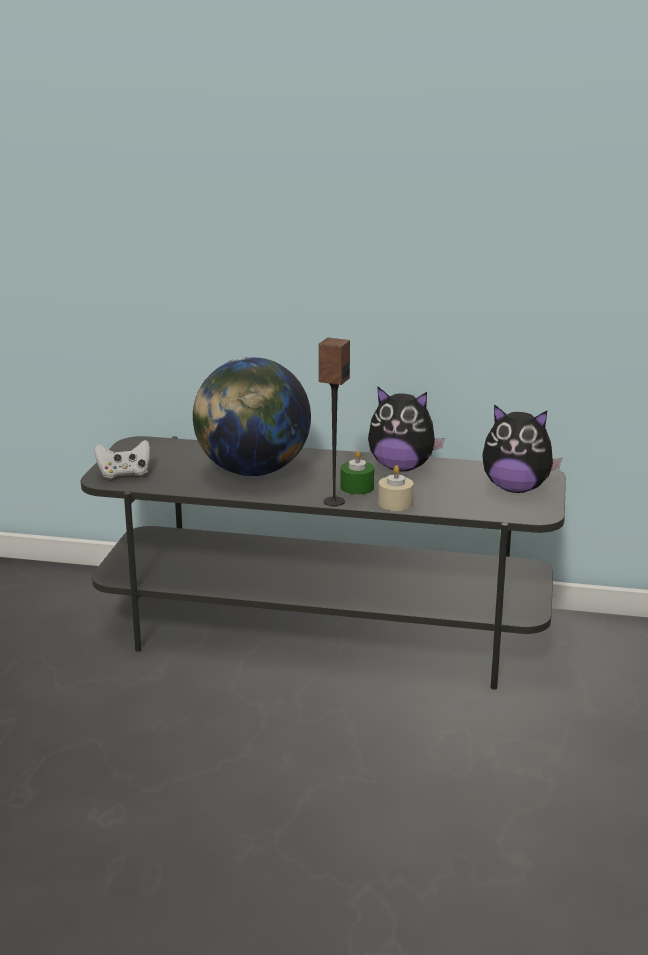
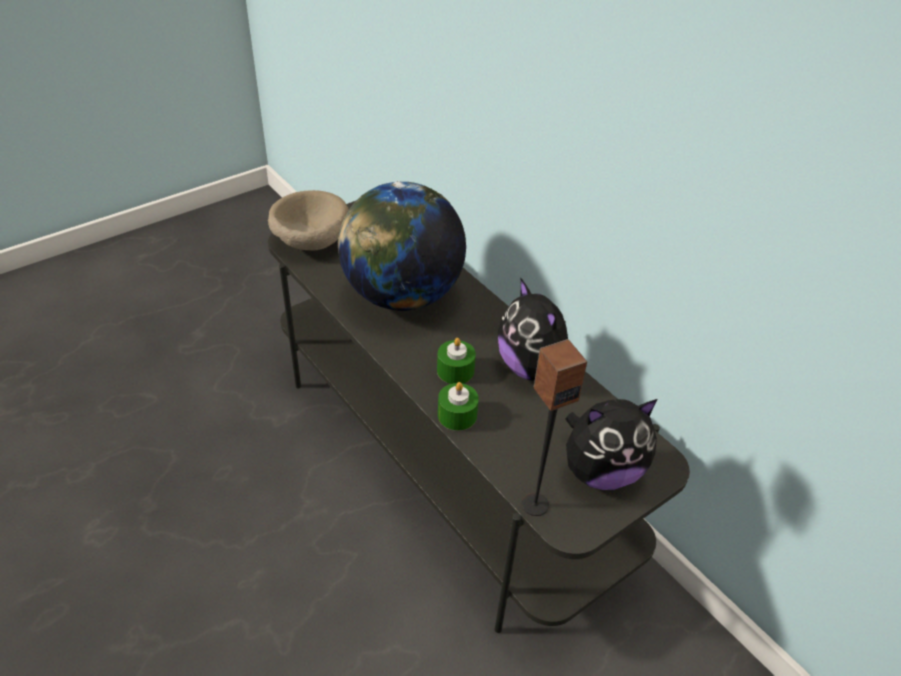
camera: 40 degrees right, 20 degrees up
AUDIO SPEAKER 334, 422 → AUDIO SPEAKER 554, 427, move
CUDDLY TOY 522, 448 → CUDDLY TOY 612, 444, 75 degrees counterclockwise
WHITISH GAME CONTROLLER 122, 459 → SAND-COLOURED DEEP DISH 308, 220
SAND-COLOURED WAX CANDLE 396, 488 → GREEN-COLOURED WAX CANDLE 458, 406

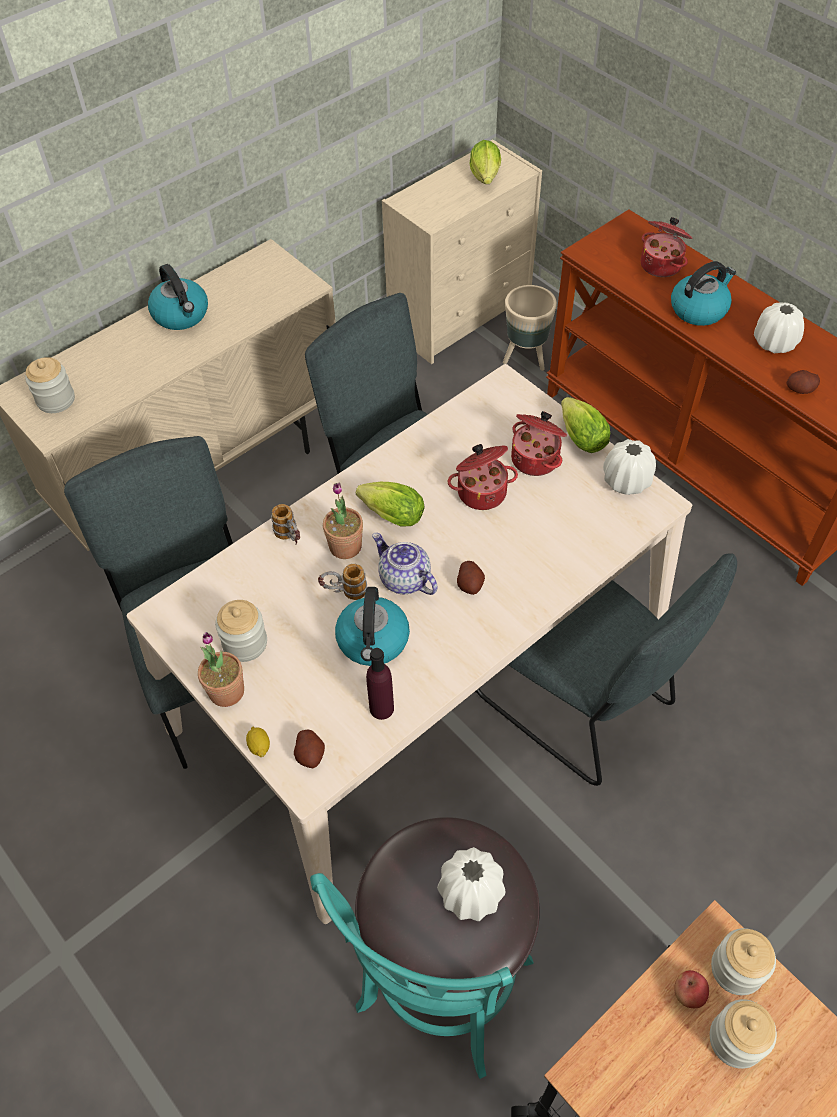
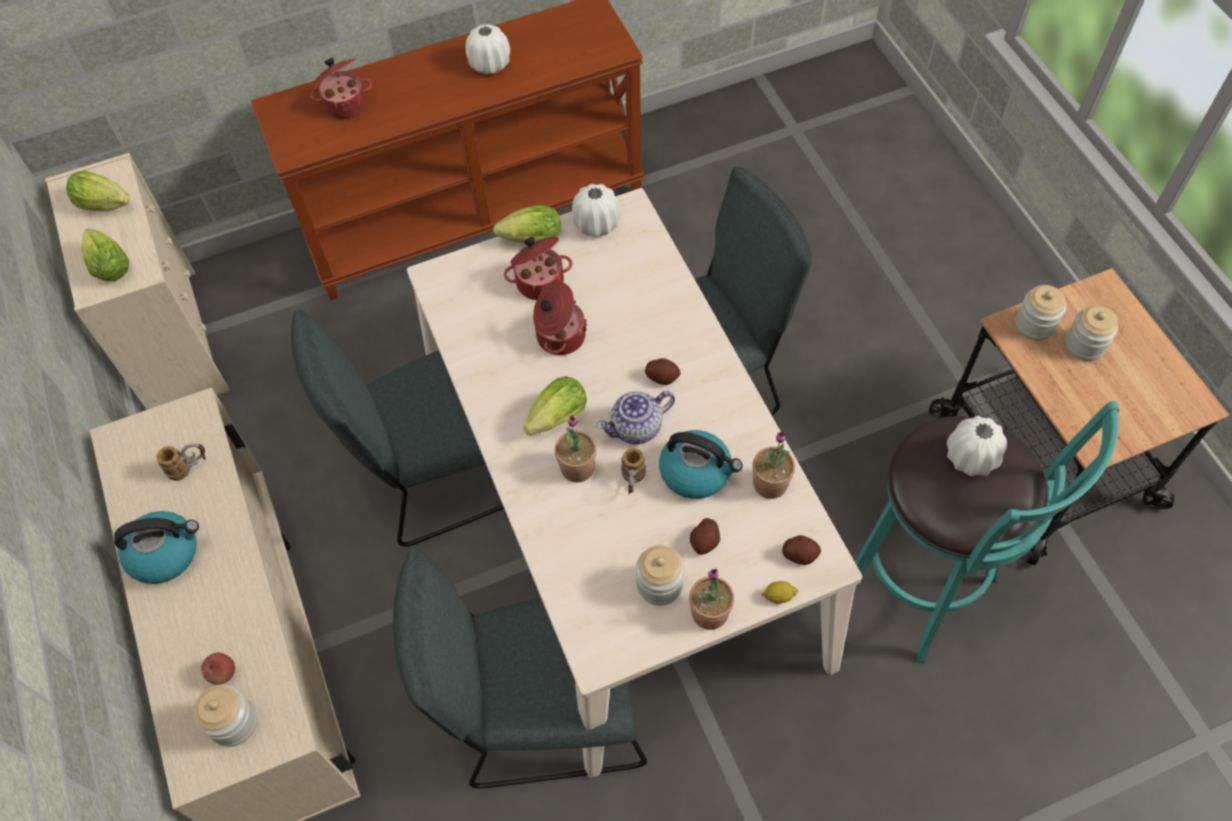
camera: 70 degrees left, 5 degrees up
KETTLE 703, 293 → -
SAND-COLOURED PLANT POT 530, 328 → -
SPUD 803, 382 → SPUD 705, 536, move
MUG 285, 524 → MUG 181, 462, move
PURPLE BEVERAGE BOTTLE 380, 684 → HOUSEPLANT 773, 465
WHOLE APPLE 691, 989 → WHOLE APPLE 218, 669, move
- → HEAD OF LETTUCE 105, 255

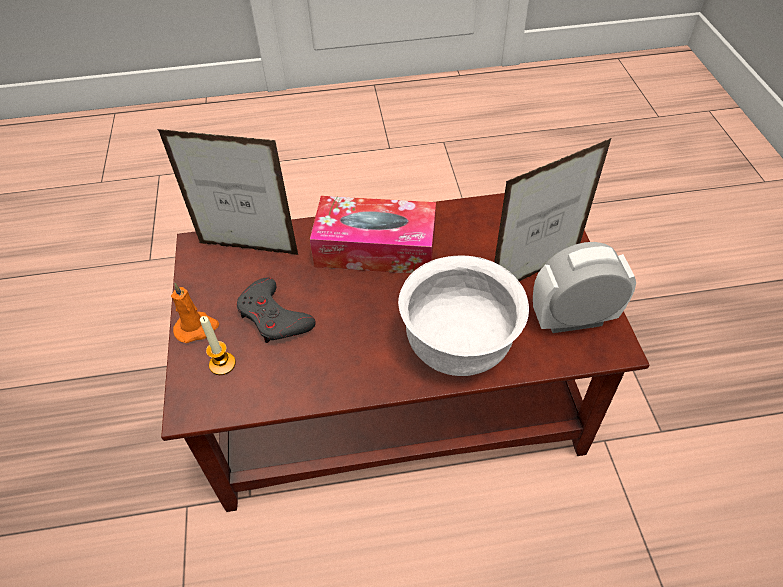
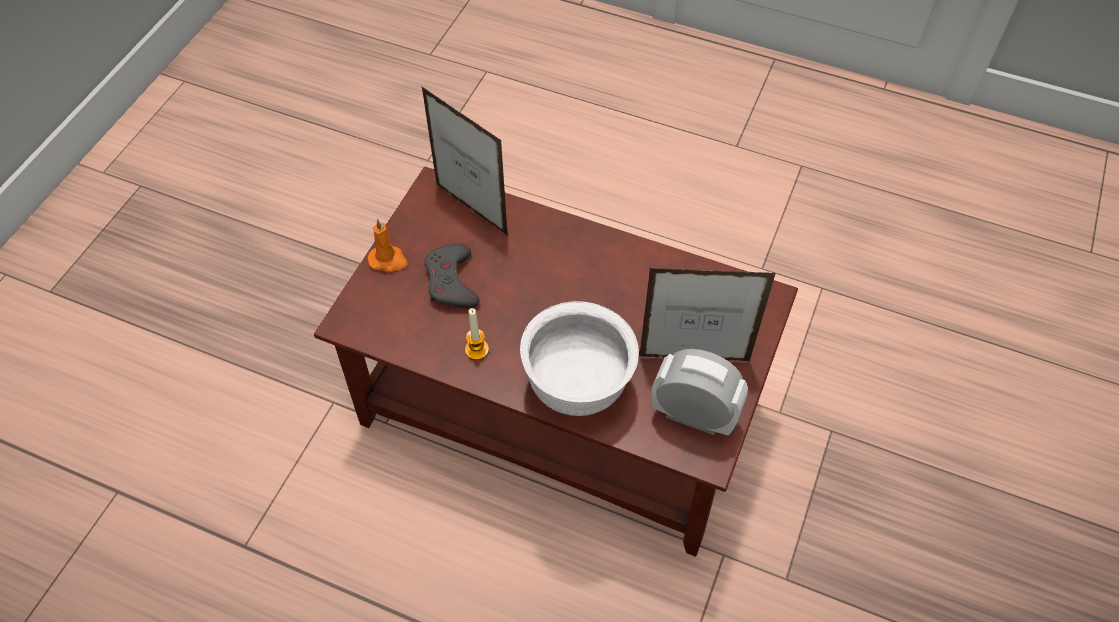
camera: 30 degrees right, 5 degrees up
TISSUE BOX 373, 235 → -
WAX CANDLE 218, 345 → WAX CANDLE 477, 334, move

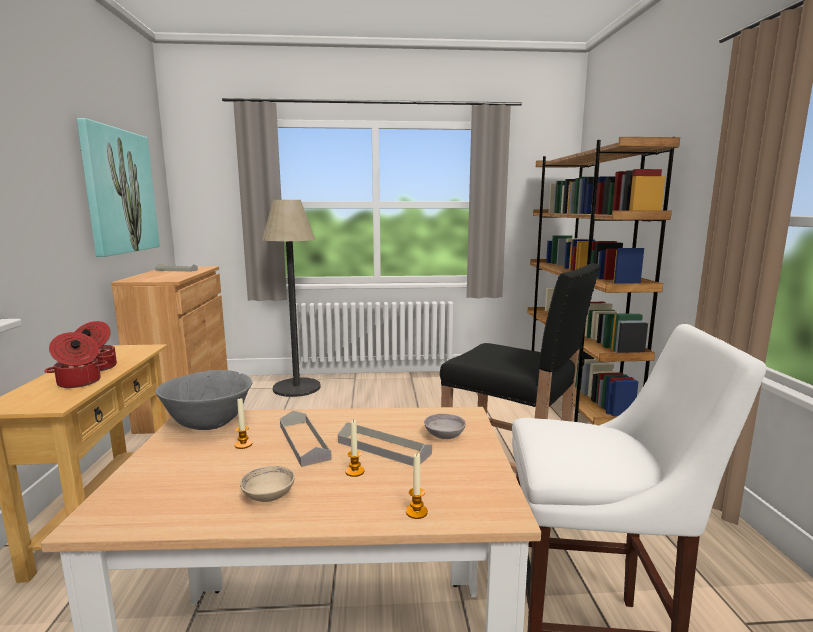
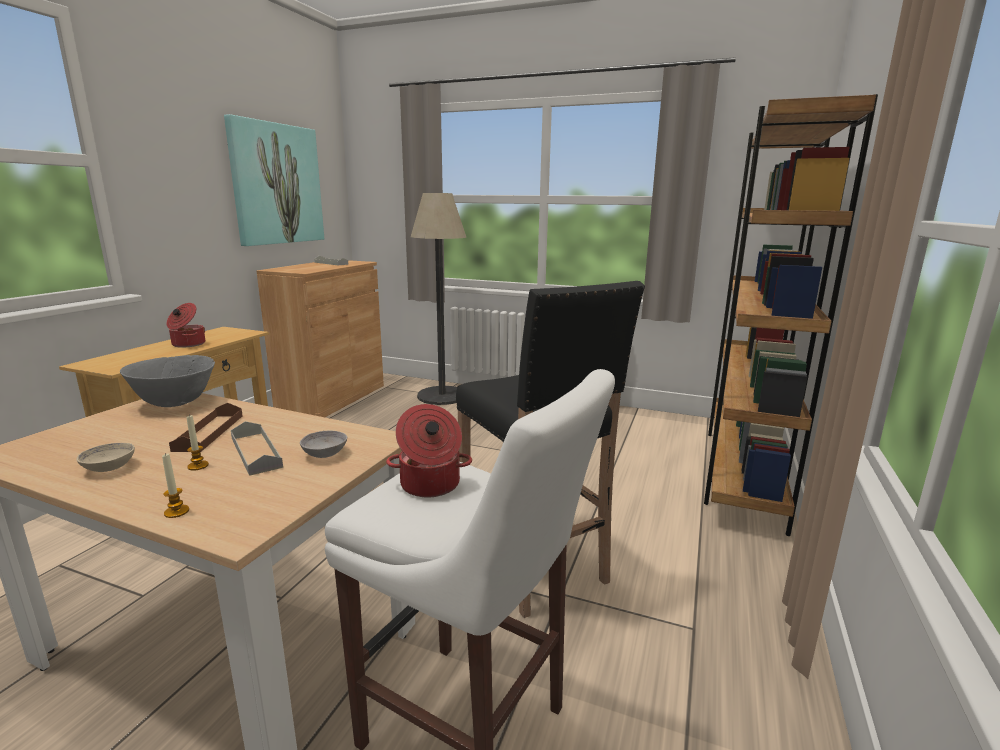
camera: 25 degrees right, 5 degrees up
SAUCEPOT 76, 360 → SAUCEPOT 429, 450, move
WAX CANDLE 243, 423 → -
GREYISH TRAY 306, 439 → BROWNISH TRAY 206, 427

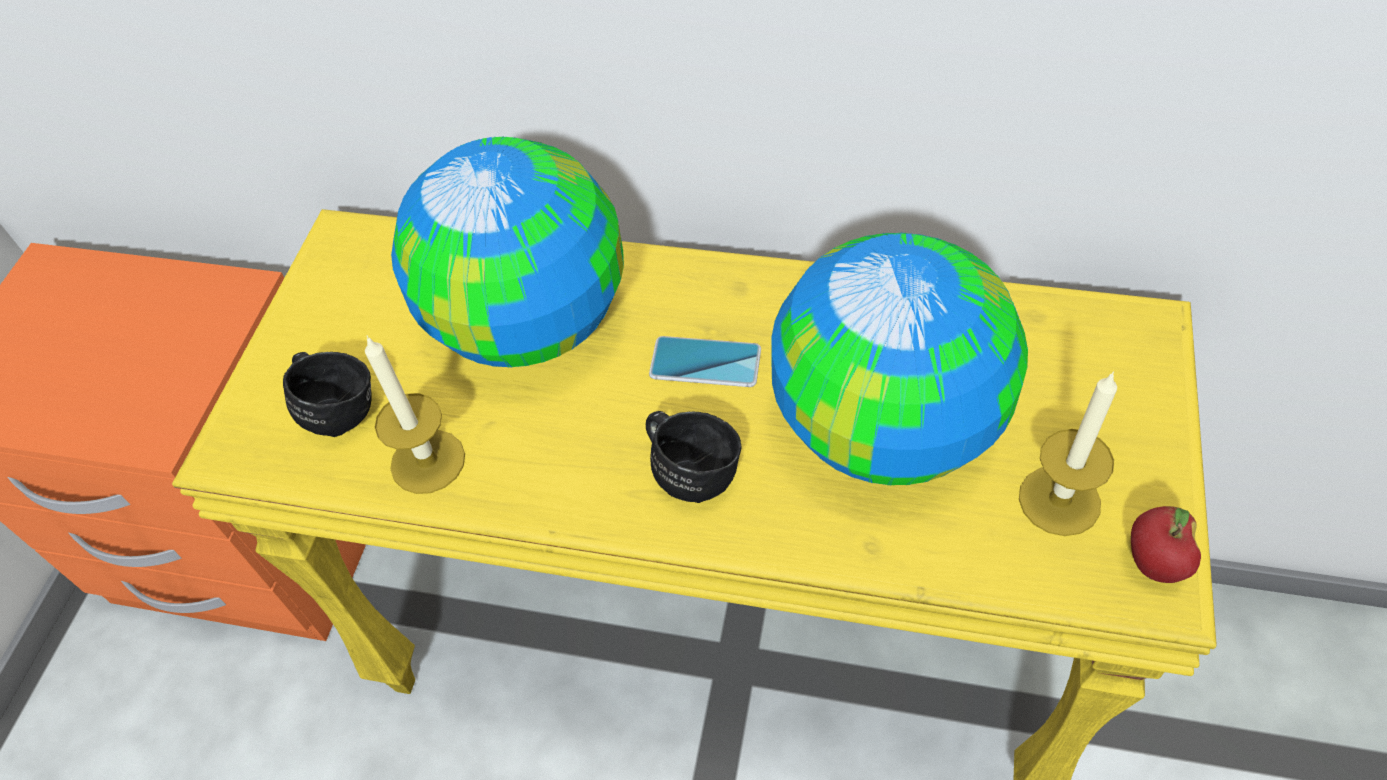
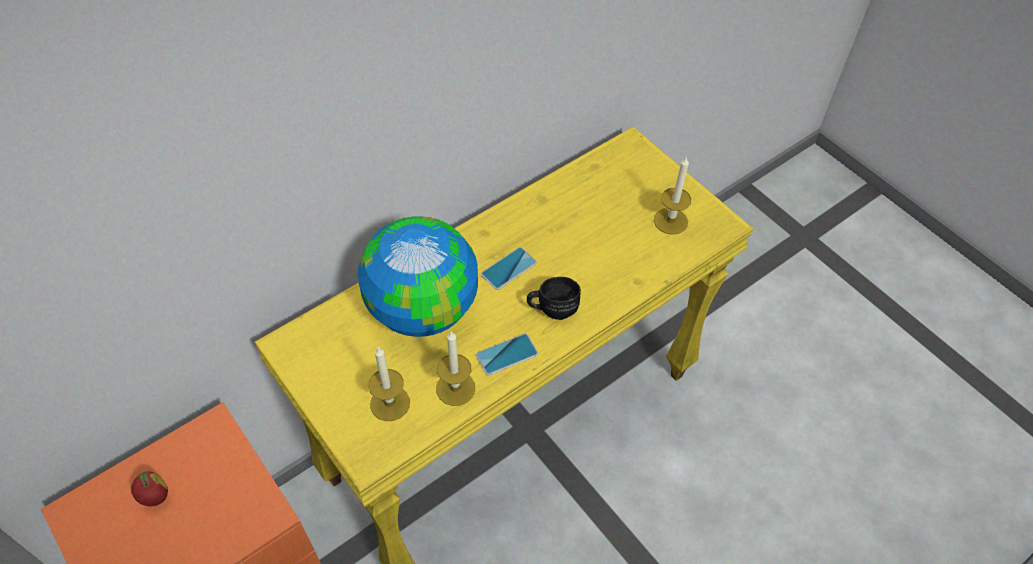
camera: 55 degrees left, 0 degrees up
GLOBE 899, 359 → -
BLACK-COLOURED MUG 327, 394 → WAX CANDLE 389, 384
WHOLE APPLE 1166, 544 → WHOLE APPLE 149, 489, move
- → HANDSET 507, 354

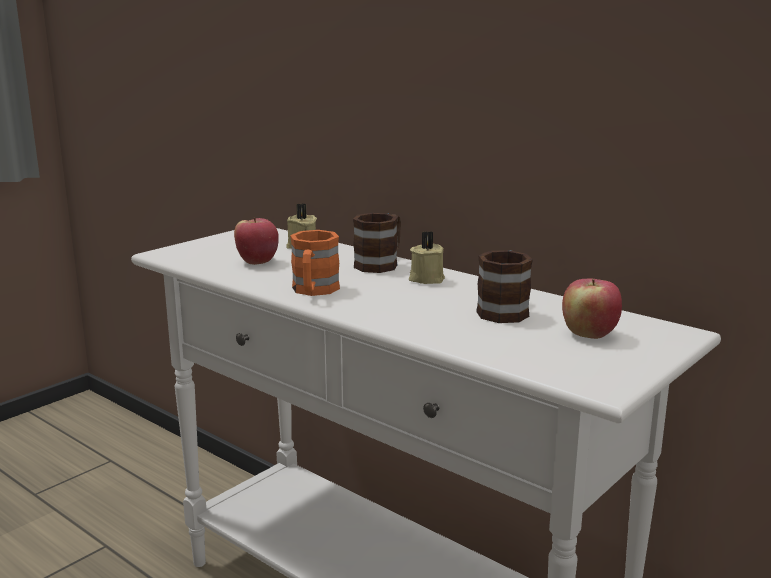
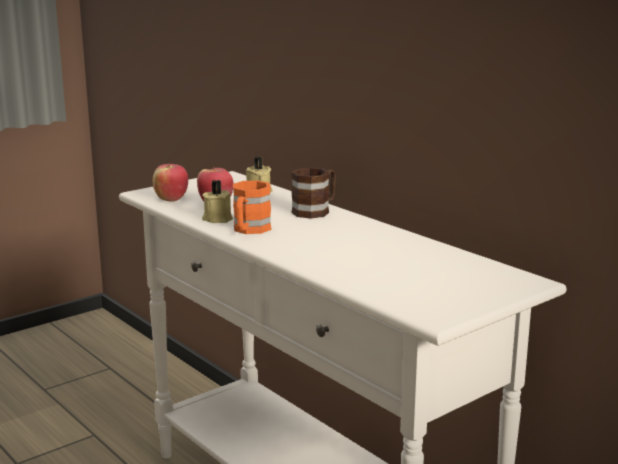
camera: 10 degrees right, 0 degrees up
SAND-COLOURED WAX CANDLE 427, 257 → SAND-COLOURED WAX CANDLE 217, 201, move
BROWNISH MUG 504, 286 → -
WHOLE APPLE 592, 308 → WHOLE APPLE 170, 183, move

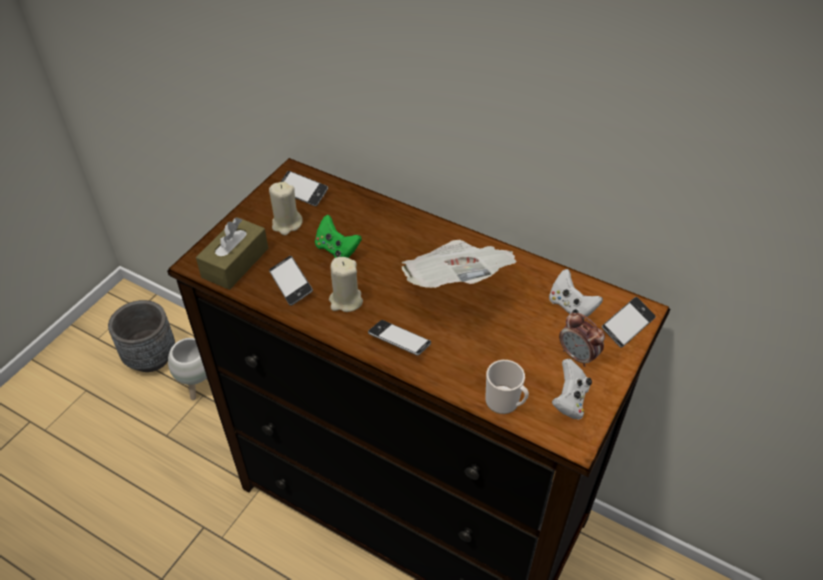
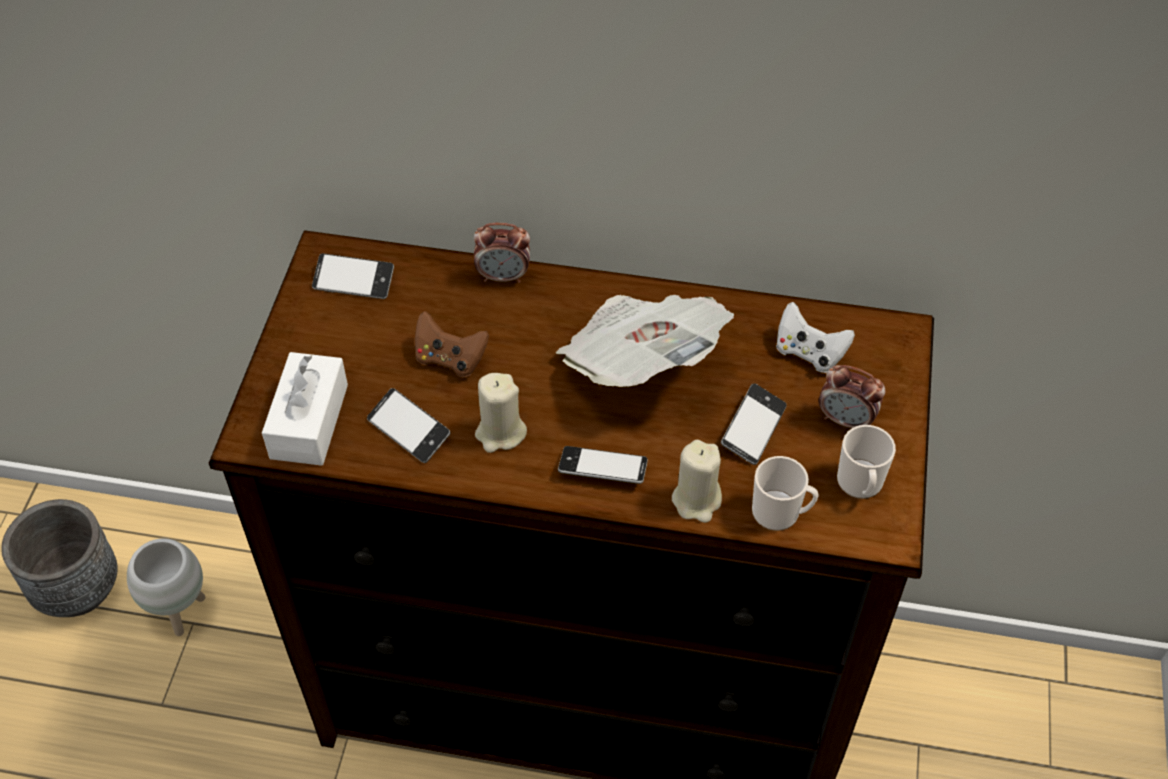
camera: 20 degrees left, 5 degrees up
SAND-COLOURED WAX CANDLE 286, 208 → SAND-COLOURED WAX CANDLE 697, 481, move
GREEN-COLOURED GAME CONTROLLER 338, 236 → BROWNISH GAME CONTROLLER 452, 344
BROWNISH TISSUE BOX 232, 253 → WHITISH TISSUE BOX 305, 409
HANDSET 629, 322 → HANDSET 754, 424, move
WHITISH GAME CONTROLLER 572, 389 → MUG 866, 462
- → ALARM CLOCK 502, 253

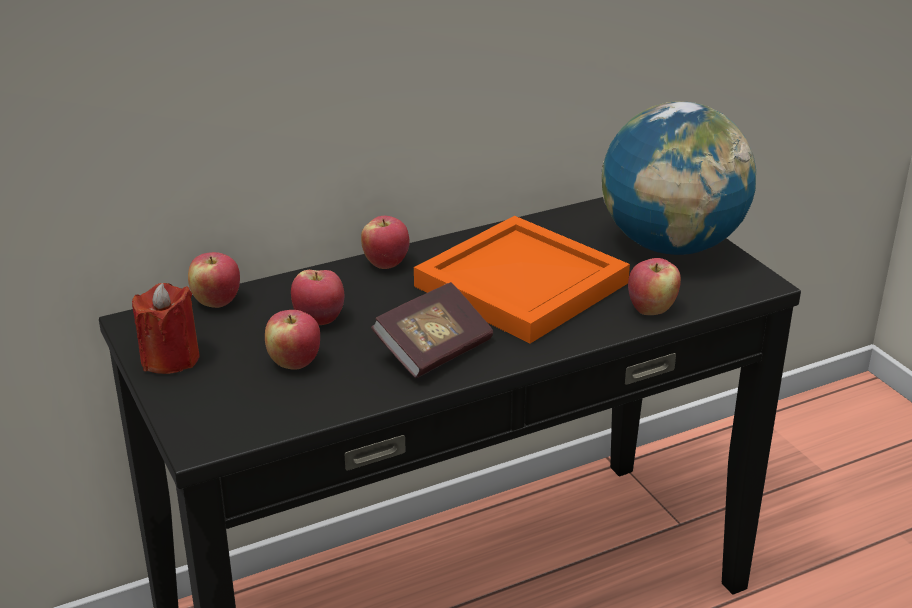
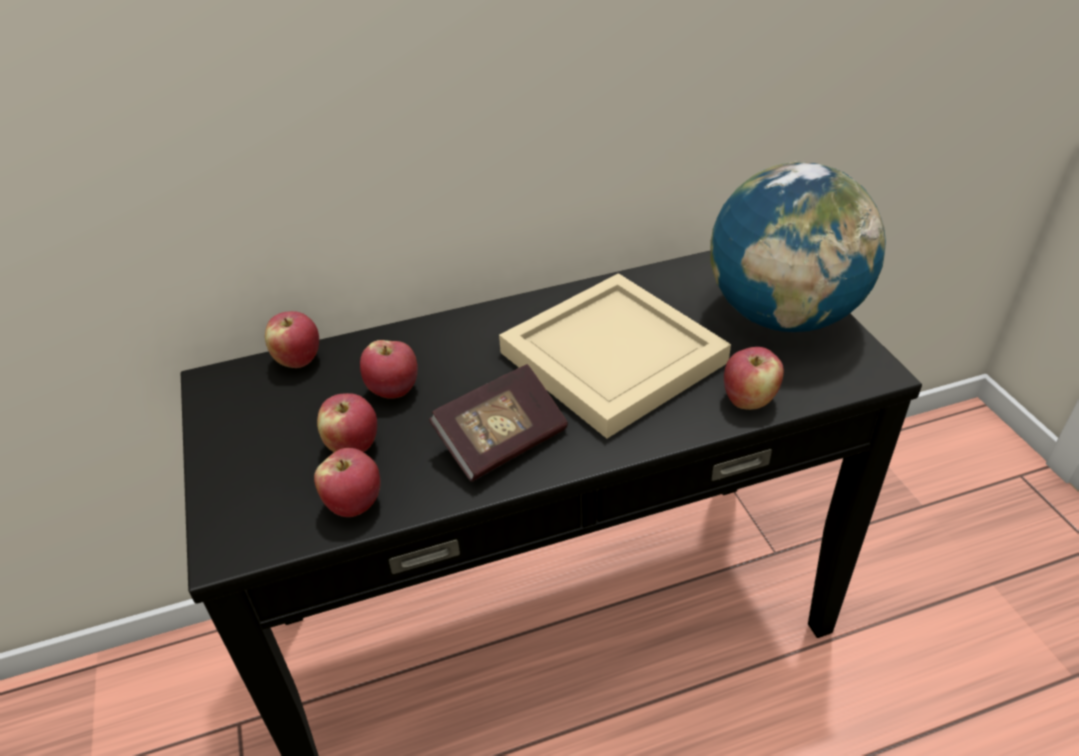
camera: 10 degrees right, 10 degrees up
WHOLE APPLE 385, 242 → WHOLE APPLE 347, 482, move
ORANGE-COLOURED TRAY 522, 280 → SAND-COLOURED TRAY 615, 356
RED-COLOURED WAX CANDLE 166, 328 → -

